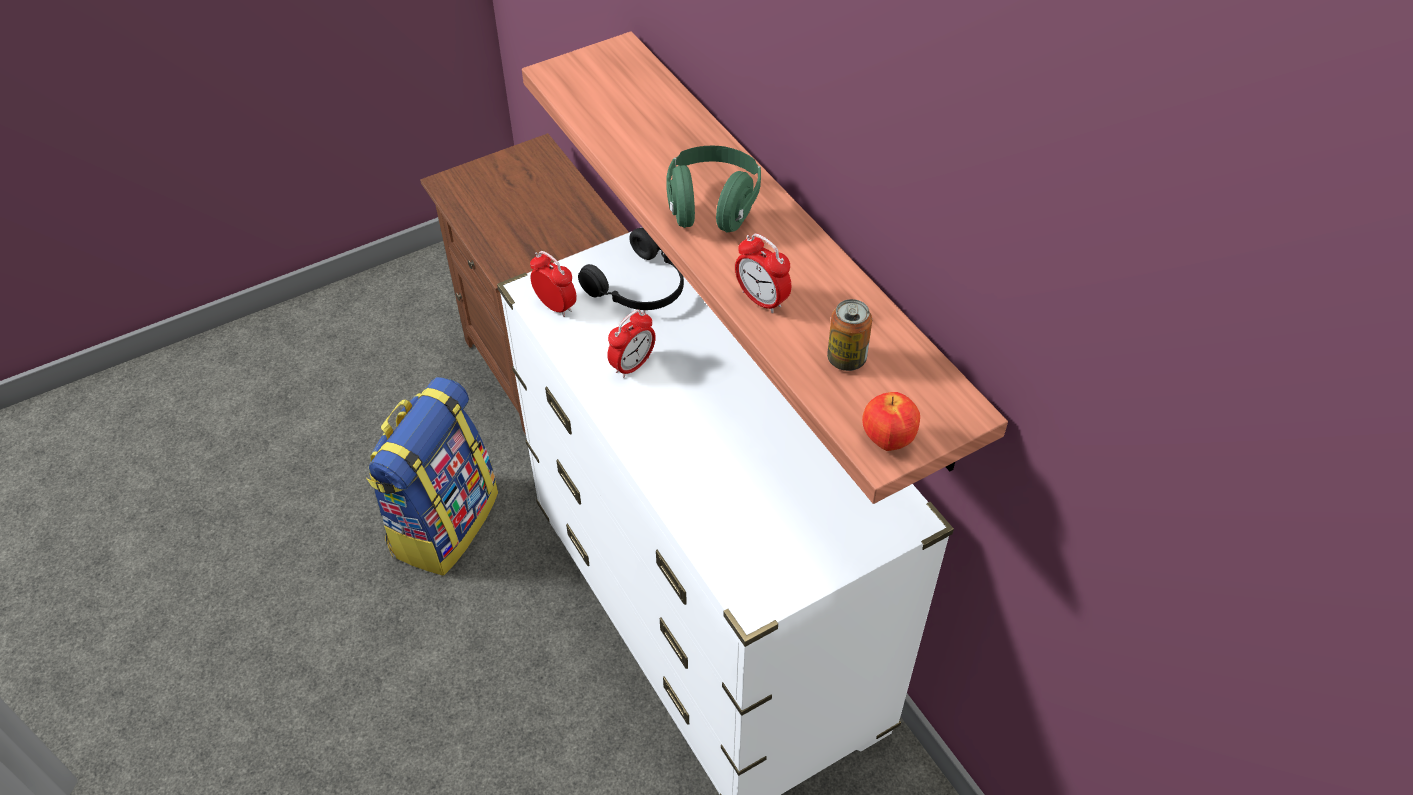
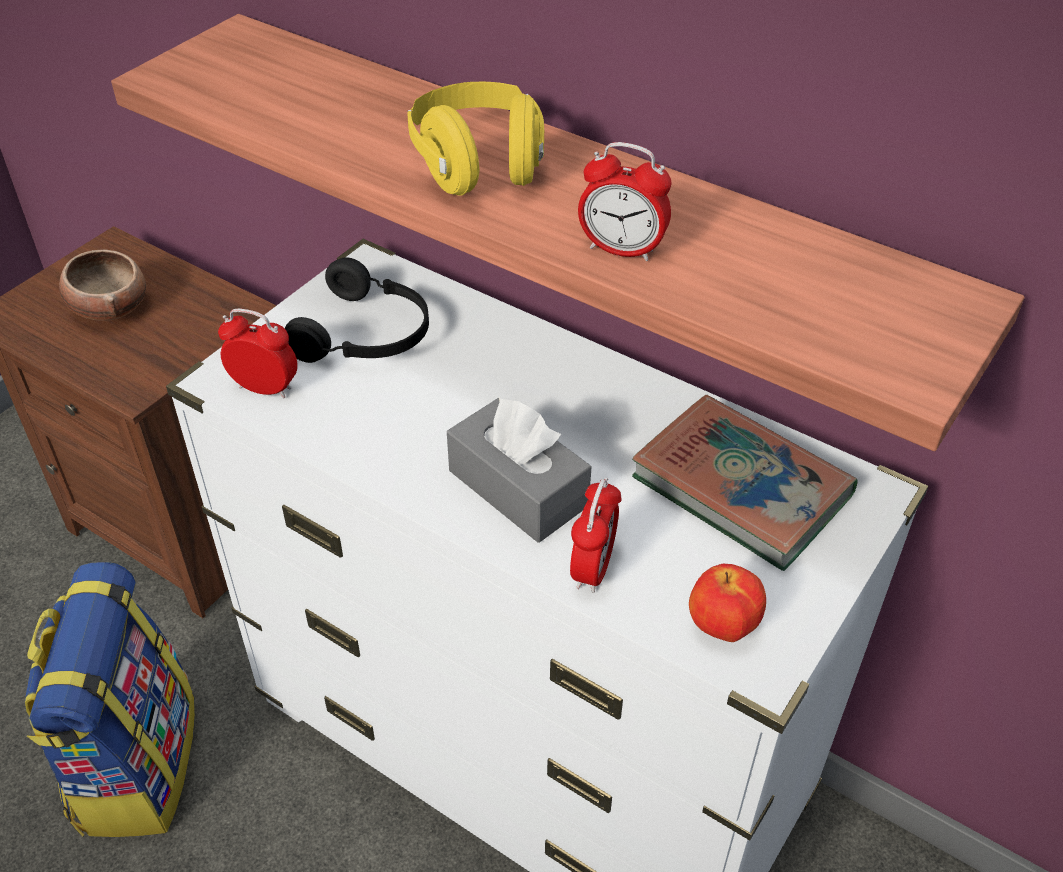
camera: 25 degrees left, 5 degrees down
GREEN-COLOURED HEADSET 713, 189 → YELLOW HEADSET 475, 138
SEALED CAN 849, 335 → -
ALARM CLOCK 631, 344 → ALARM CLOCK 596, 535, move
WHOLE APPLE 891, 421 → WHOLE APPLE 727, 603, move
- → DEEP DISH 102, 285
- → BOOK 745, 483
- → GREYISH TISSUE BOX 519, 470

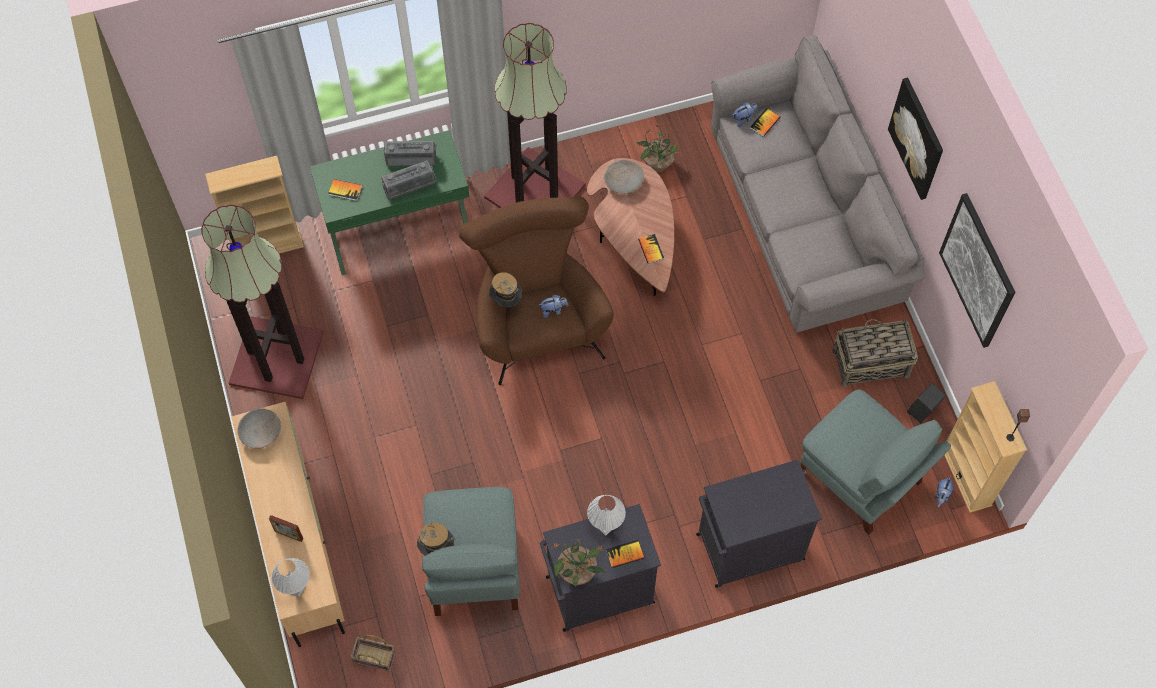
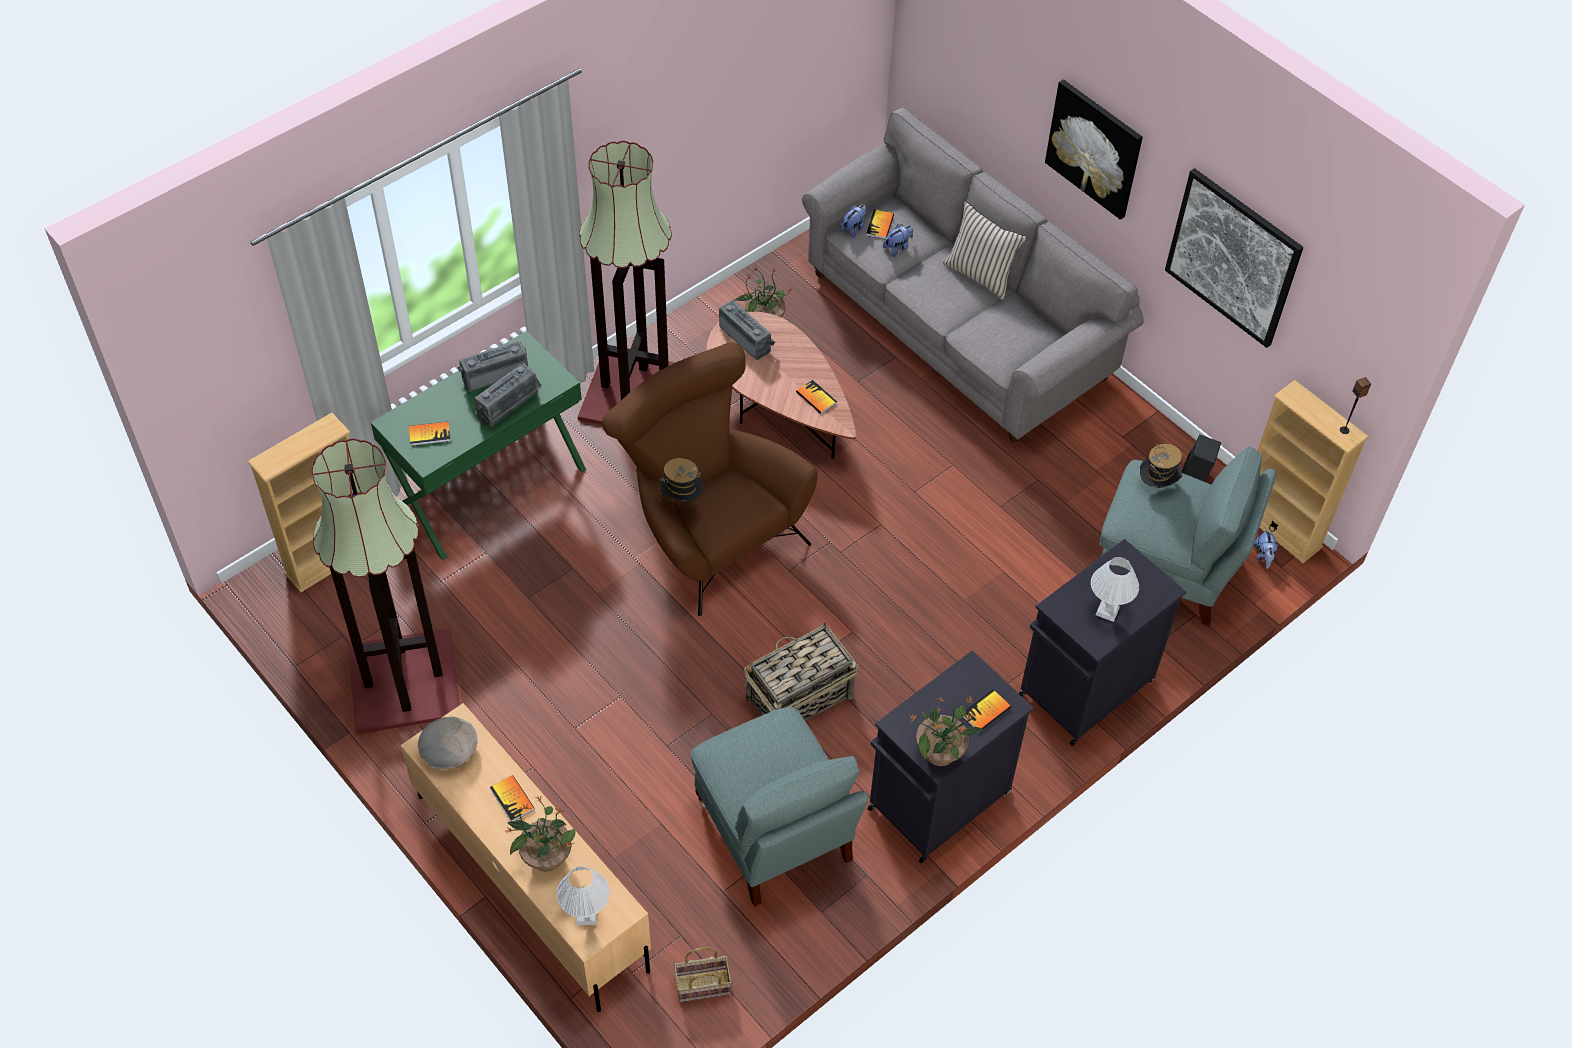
camera: 25 degrees left, 10 degrees down
SAND-COLOURED DEEP DISH 624, 177 → RADIO 747, 330
CUDDLY TOY 553, 306 → CUDDLY TOY 898, 240, move
BASKET 875, 353 → BASKET 801, 671, move
WHITISH TABLE LAMP 606, 515 → WHITISH TABLE LAMP 1115, 589, move
PICTURE FRAME 286, 528 → HOUSEPLANT 540, 833
WEARABLE HAT 436, 538 → WEARABLE HAT 1161, 465, move
- → SAND-COLOURED CUSHION 985, 251
- → BOOK 512, 798

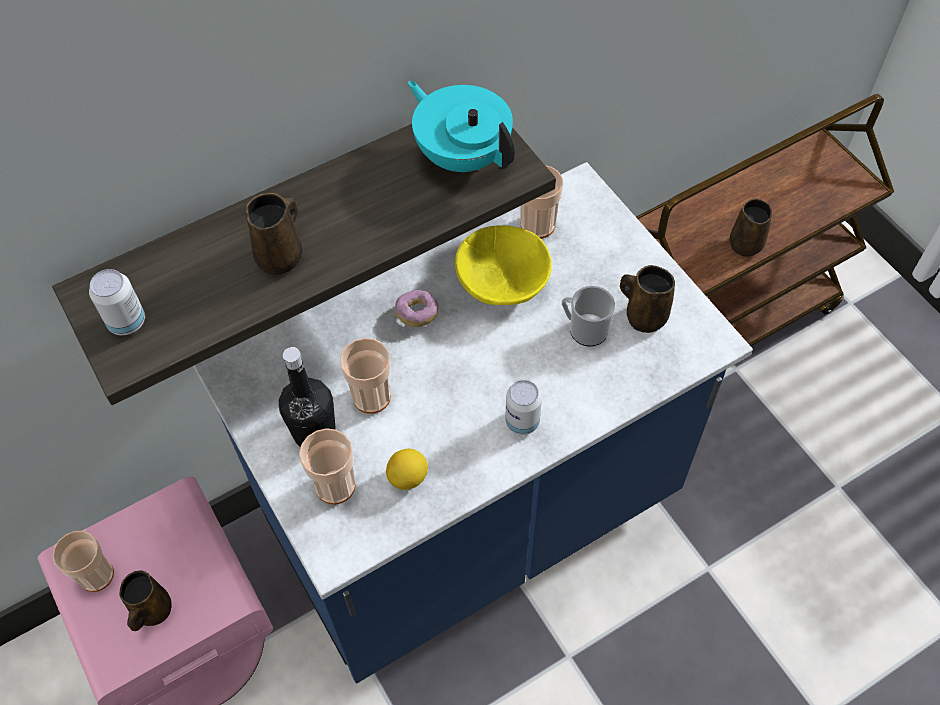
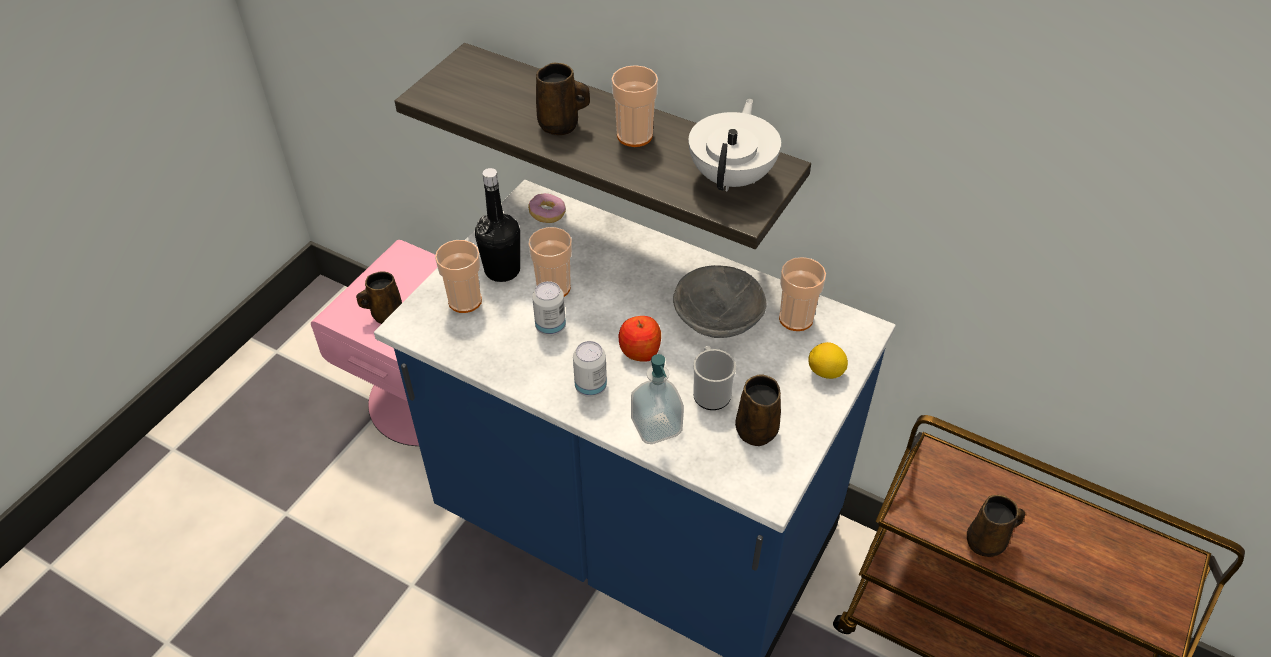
camera: 60 degrees right, 10 degrees down
TURQUOISE TEAPOT 461, 126 → WHITISH TEAPOT 735, 145
YELLOW DEEP DISH 503, 265 → GREYISH DEEP DISH 720, 301
SEALED CAN 117, 302 → SEALED CAN 549, 308, move
DONUT 416, 308 → DONUT 547, 208, move
LEMON 407, 469 → LEMON 828, 360, move
SMALL CUP 83, 561 → SMALL CUP 634, 106, move
- → WHOLE APPLE 640, 339
- → SOAP DISPENSER 657, 399

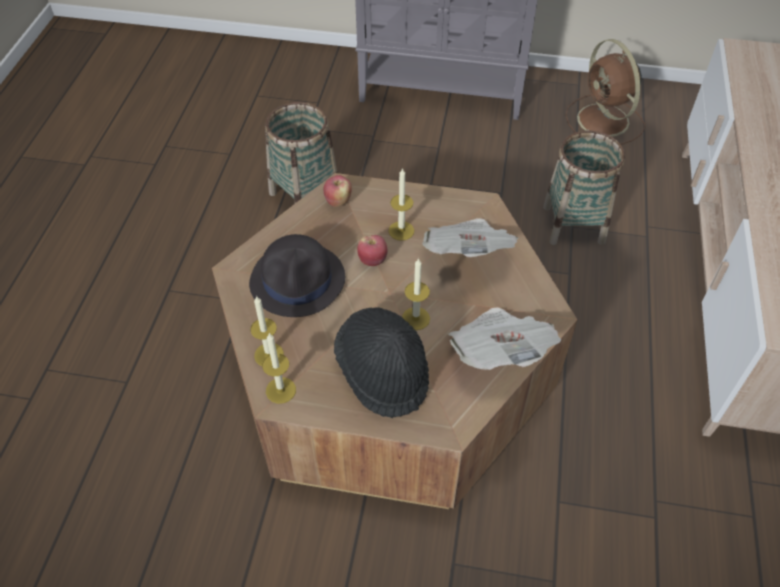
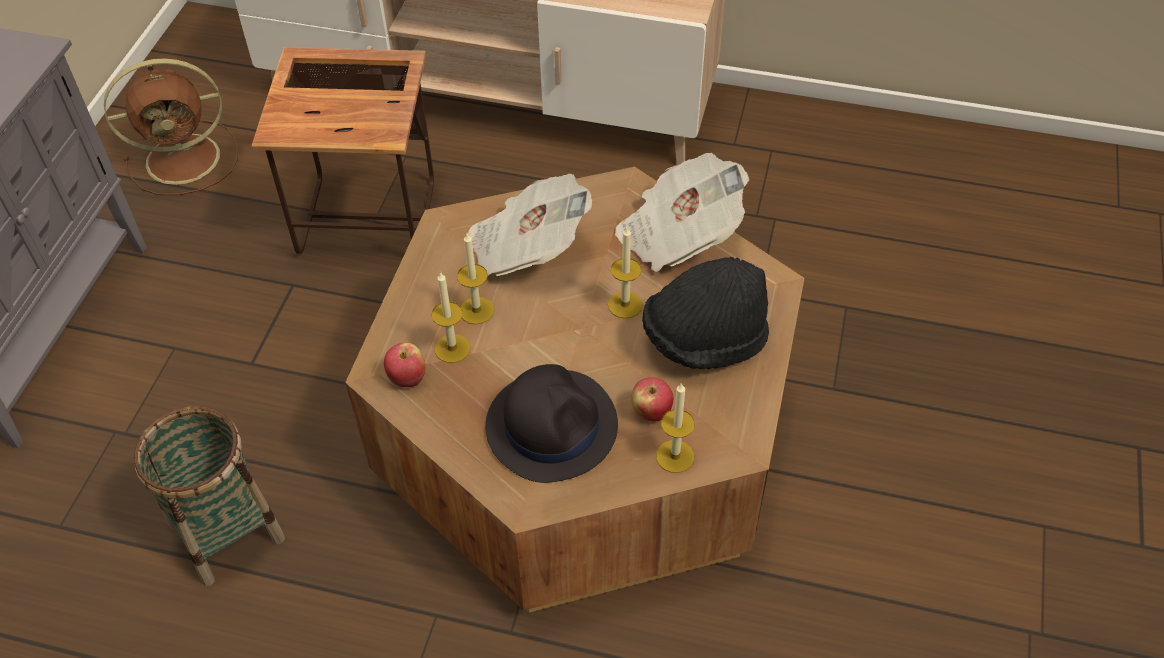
camera: 85 degrees left, 0 degrees up
BASKET 584, 187 → END TABLE 343, 150
WHOLE APPLE 372, 250 → WHOLE APPLE 652, 399, move
WAX CANDLE 279, 368 → WAX CANDLE 450, 317, move

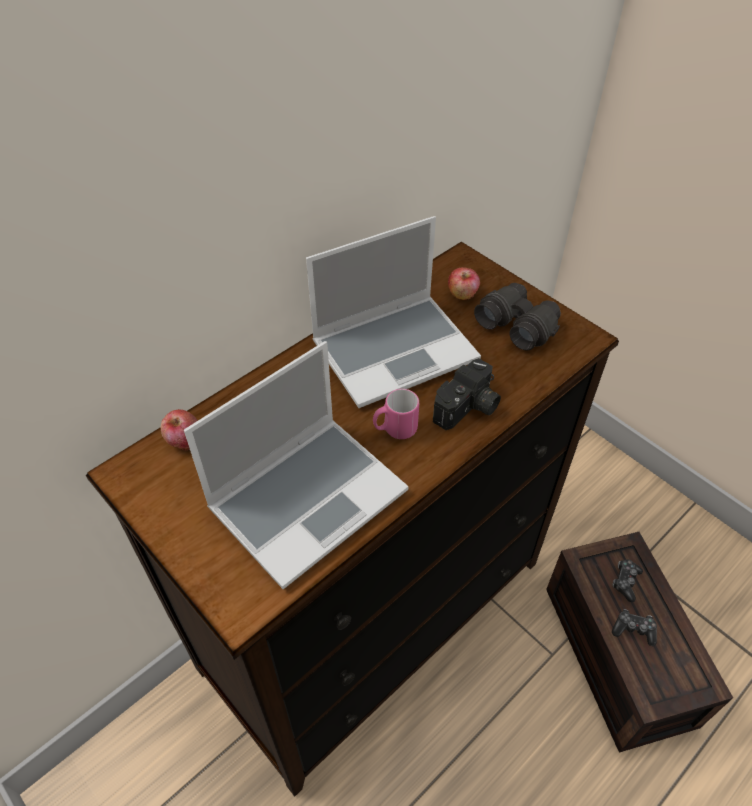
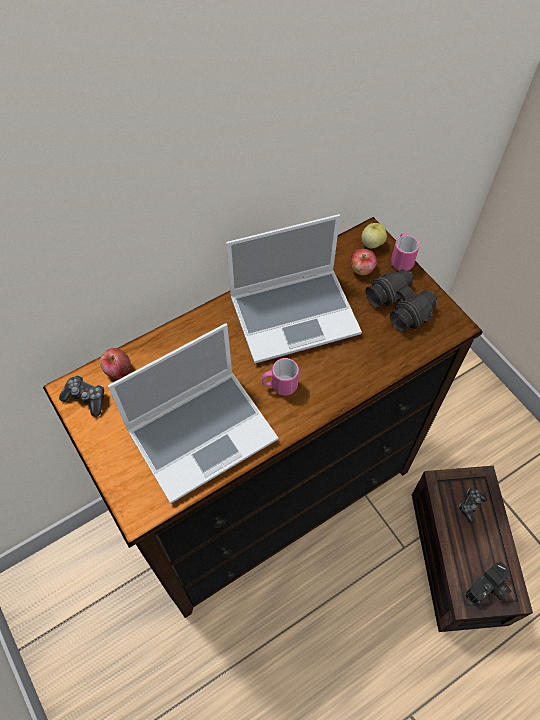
camera: 10 degrees right, 10 degrees up
PHOTO CAMERA 467, 394 → PHOTO CAMERA 488, 582, move
GAME CONTROLLER 634, 627 → GAME CONTROLLER 81, 396, move
- → WHOLE APPLE 374, 235
- → PINK-COLOURED MUG 405, 252

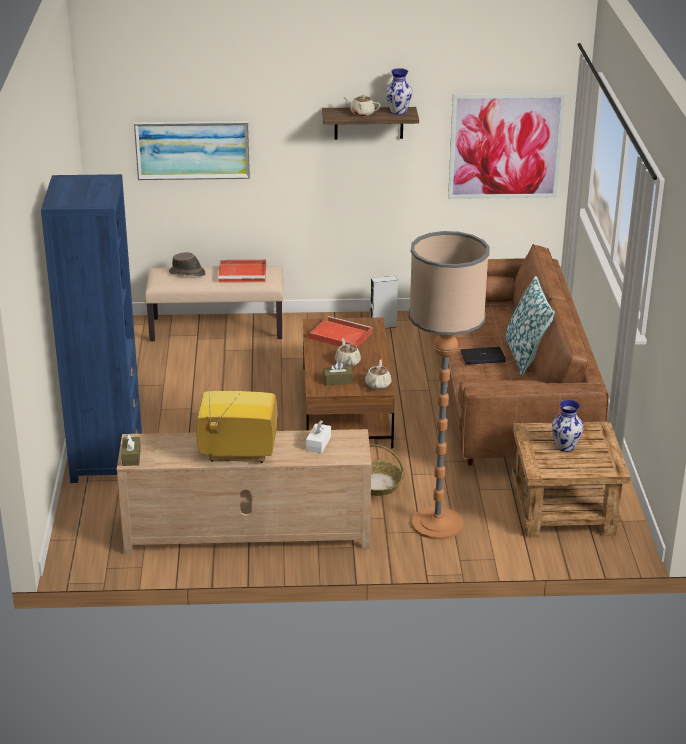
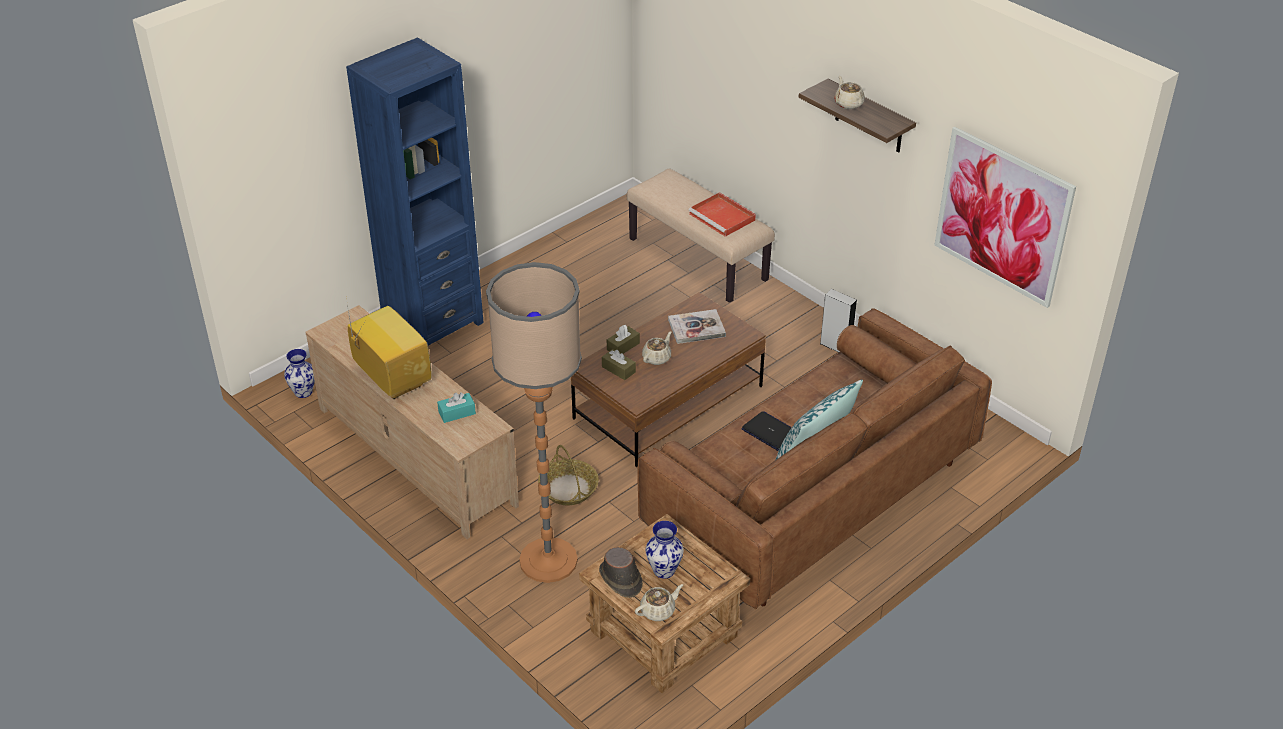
camera: 50 degrees right, 10 degrees up
VASE 399, 91 → VASE 299, 373, move
WALL ART 192, 150 → -
BROWNISH WEARABLE HAT 187, 264 → BROWNISH WEARABLE HAT 621, 572, move
RED-COLOURED TRAY 340, 331 → BOOK 697, 326
SAND-COLOURED TEAPOT 378, 375 → SAND-COLOURED TEAPOT 659, 602, move
WHITISH TISSUE BOX 318, 437 → TURQUOISE TISSUE BOX 456, 407
BROWNISH TISSUE BOX 131, 450 → BROWNISH TISSUE BOX 623, 339, move

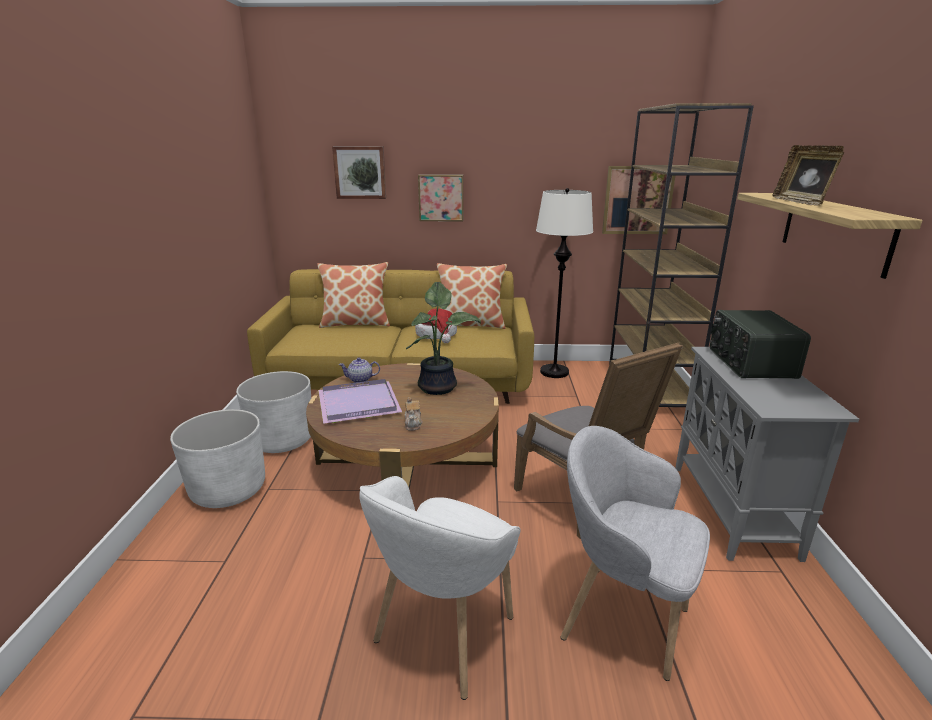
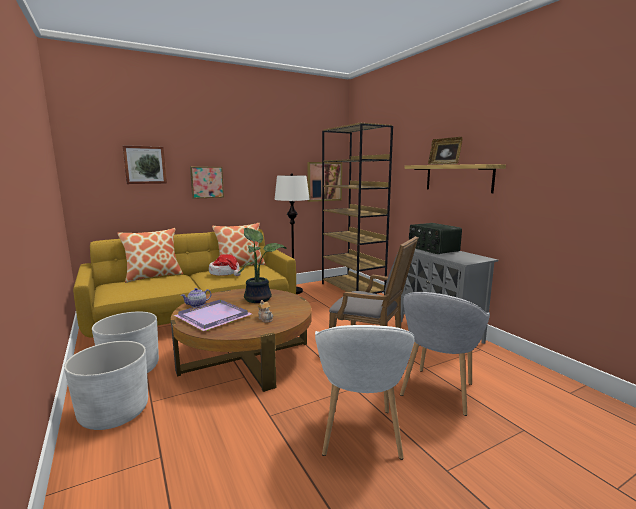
camera: 30 degrees left, 10 degrees down
GREYISH ARMCHAIR 635, 553 → GREYISH ARMCHAIR 445, 354, 60 degrees counterclockwise

